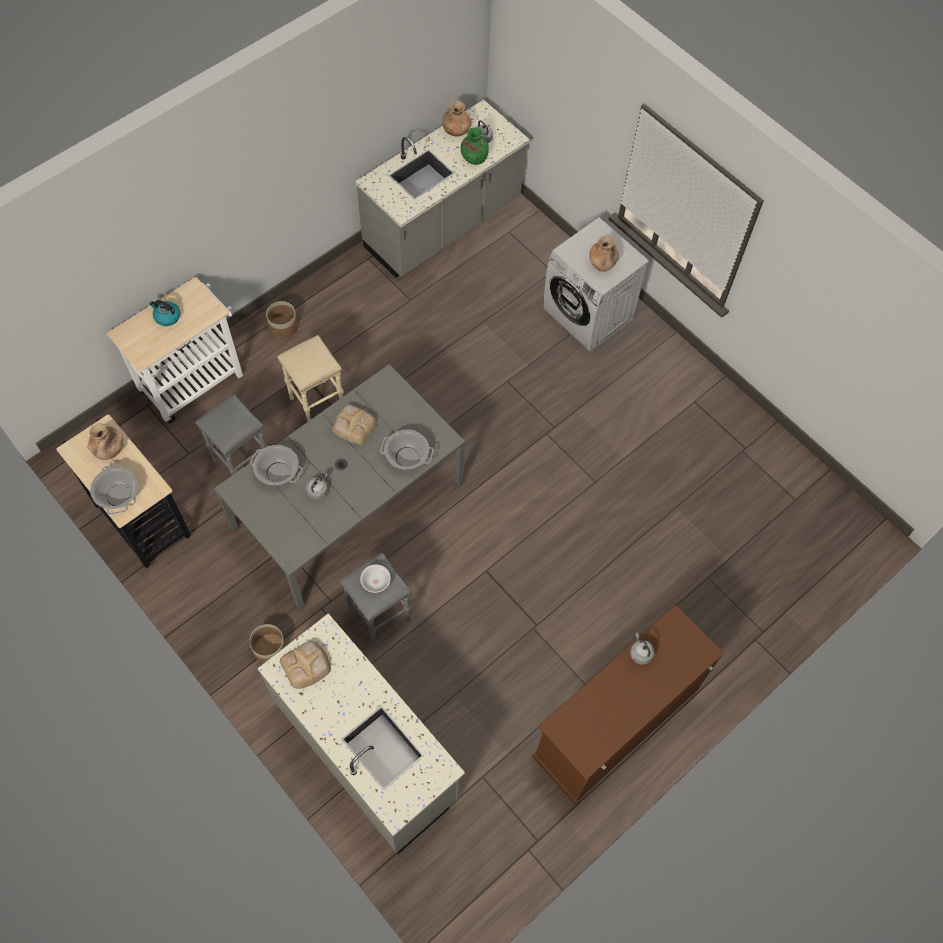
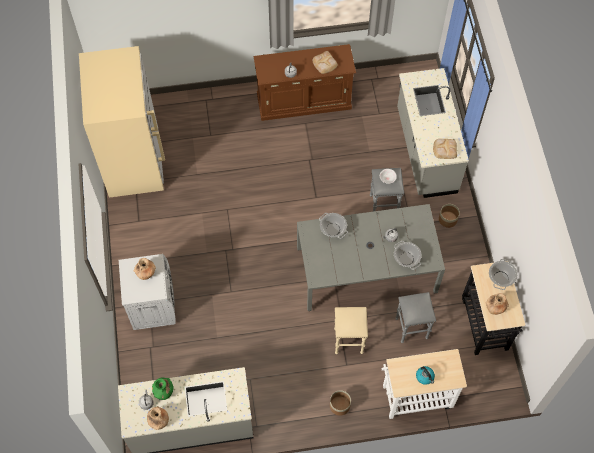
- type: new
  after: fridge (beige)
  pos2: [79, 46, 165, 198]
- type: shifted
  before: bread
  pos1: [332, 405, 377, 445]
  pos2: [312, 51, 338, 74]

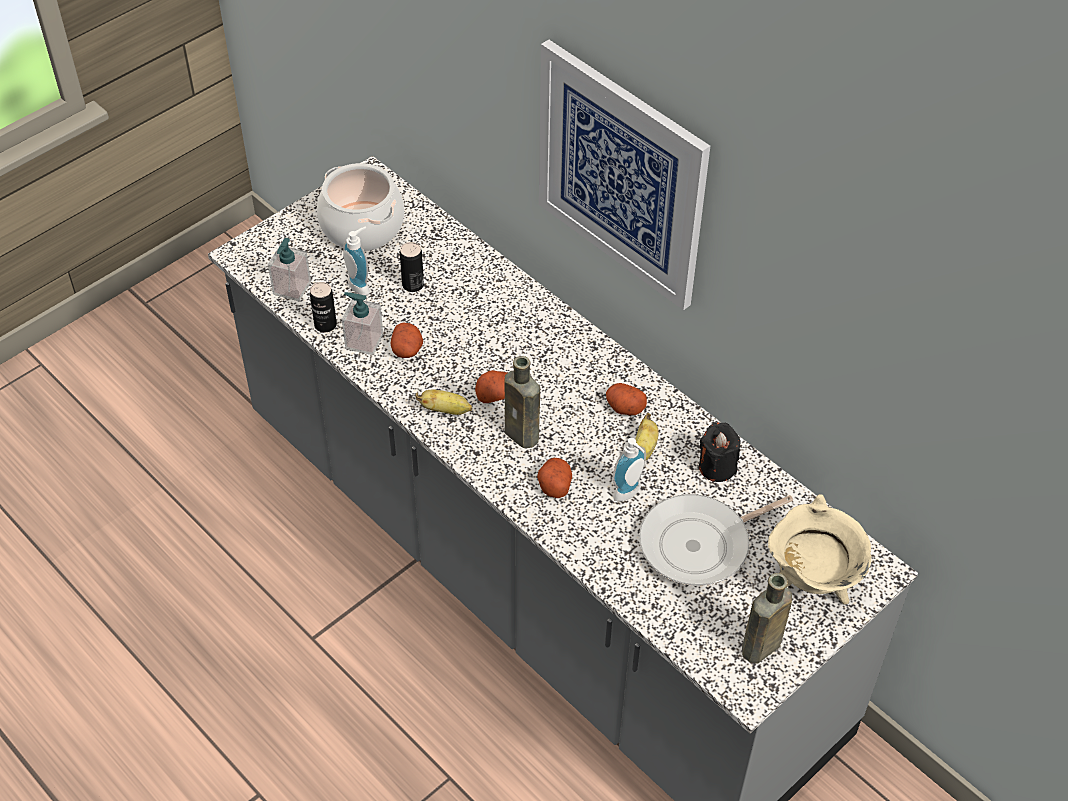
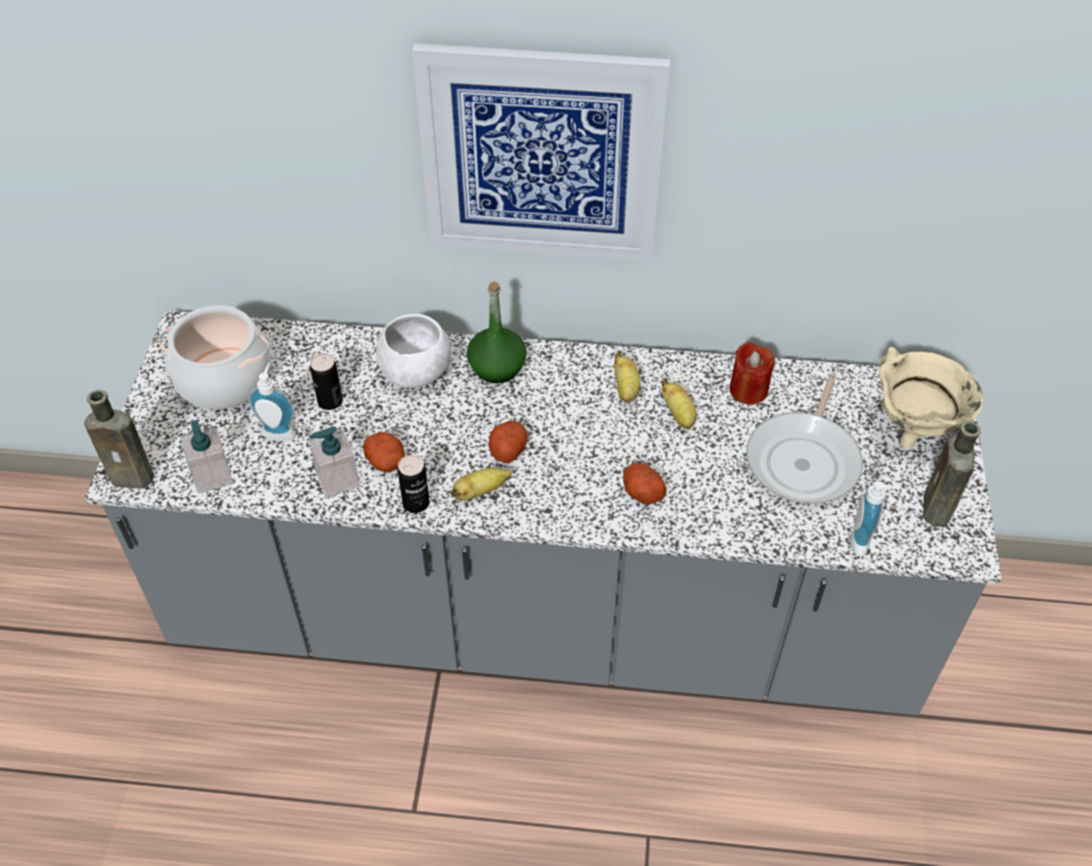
- type: shifted
  before: bottle (brown)
  pos1: [505, 356, 540, 448]
  pos2: [84, 390, 154, 489]
- type: new
  after: bowl (white)
  pos2: [376, 314, 451, 388]
- type: shifted
  before: can
  pos1: [310, 282, 337, 333]
  pos2: [398, 455, 429, 513]
- type: new
  after: bottle (green)
  pos2: [467, 281, 527, 383]
- type: swapped
  before: potato
  after: banana
  pos1: [606, 383, 647, 415]
  pos2: [614, 350, 640, 403]
- type: repainted
  before: candle (black)
  after: candle (red)
  pos1: [699, 422, 740, 482]
  pos2: [730, 342, 775, 404]
- type: shifted
  before: soap dispenser
  pos1: [613, 438, 646, 502]
  pos2: [850, 481, 900, 557]

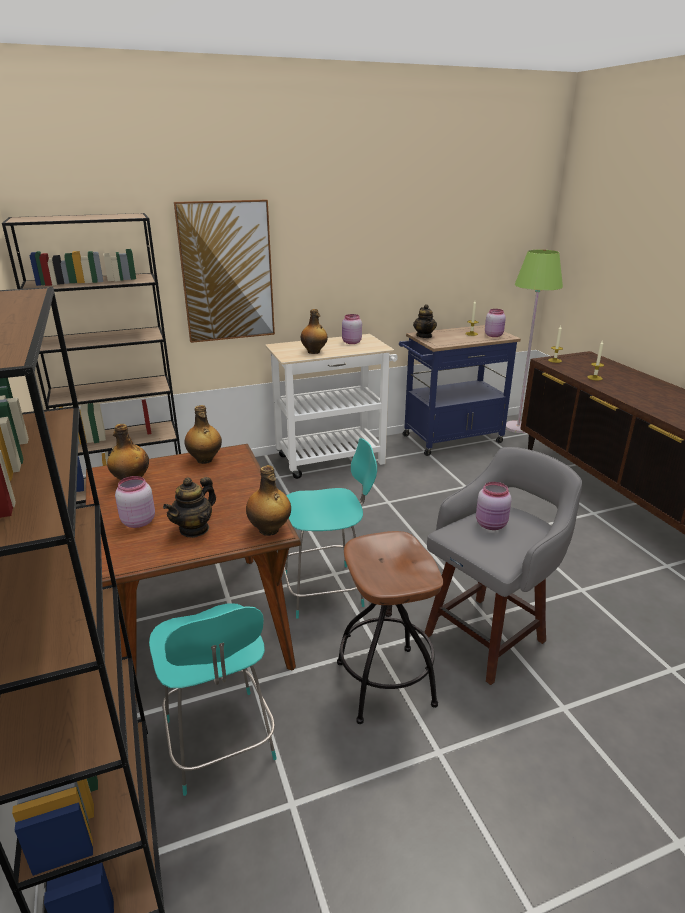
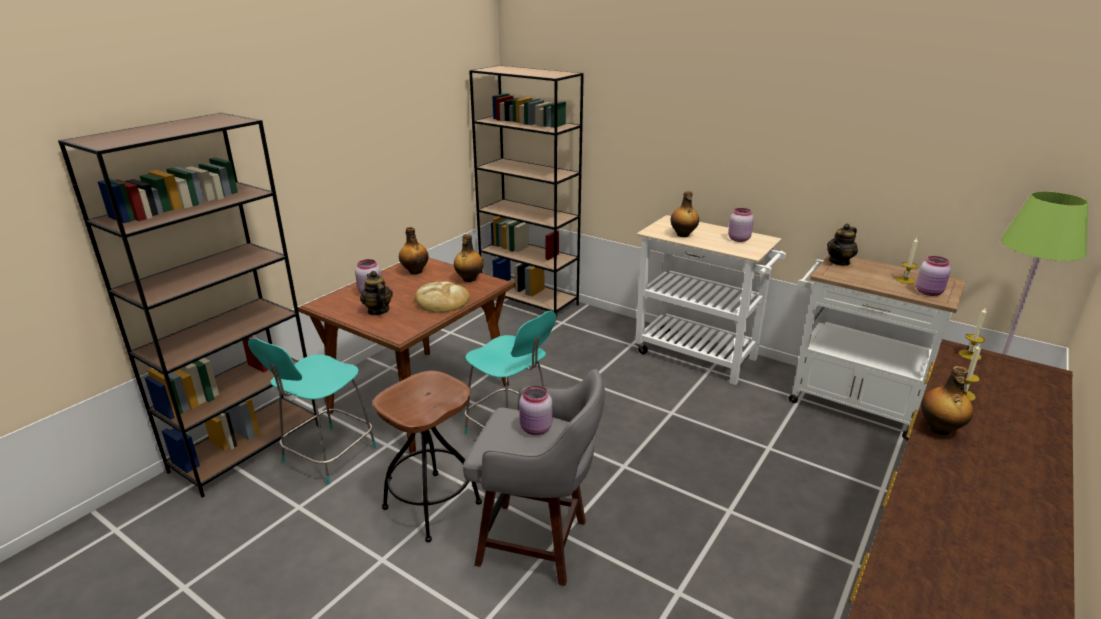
- type: rotated
  before: teapot
  pos1: [163, 477, 216, 538]
  pos2: [360, 271, 393, 316]
  turn: 60
- type: new
  after: bread
  pos2: [415, 281, 470, 313]
- type: repainted
  before: cart (blue)
  after: cart (white)
  pos1: [399, 325, 521, 456]
  pos2: [788, 254, 966, 440]
- type: shifted
  before: bottle
  pos1: [246, 465, 291, 536]
  pos2: [921, 366, 973, 435]
- type: gone
  before: picture
  pos1: [174, 200, 275, 343]

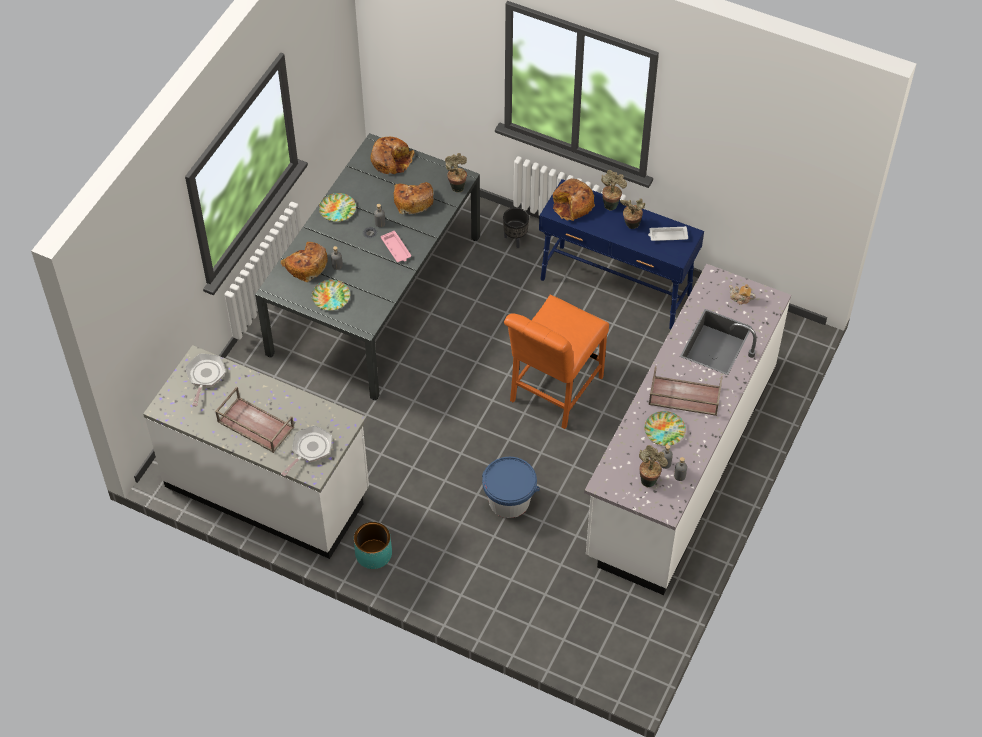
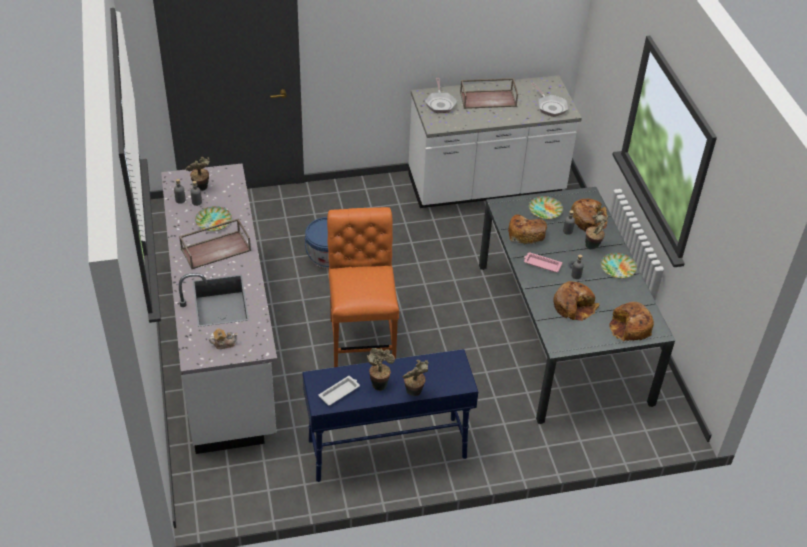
- type: shifted
  before: bread
  pos1: [553, 179, 595, 221]
  pos2: [508, 214, 547, 244]
- type: shifted
  before: potted plant
  pos1: [445, 153, 467, 192]
  pos2: [585, 211, 609, 249]
- type: gone
  before: planter (turquoise)
  pos1: [354, 522, 392, 569]
- type: gone
  before: planter (black)
  pos1: [503, 208, 529, 248]

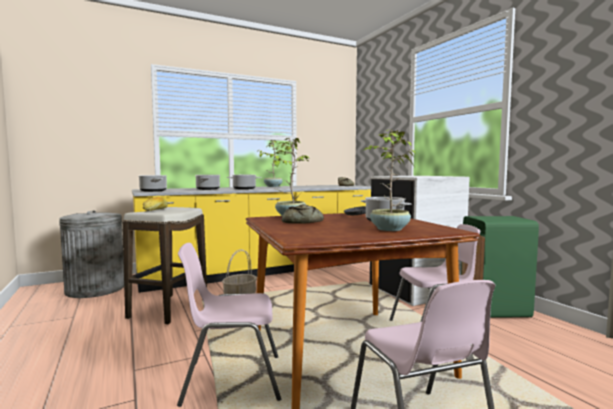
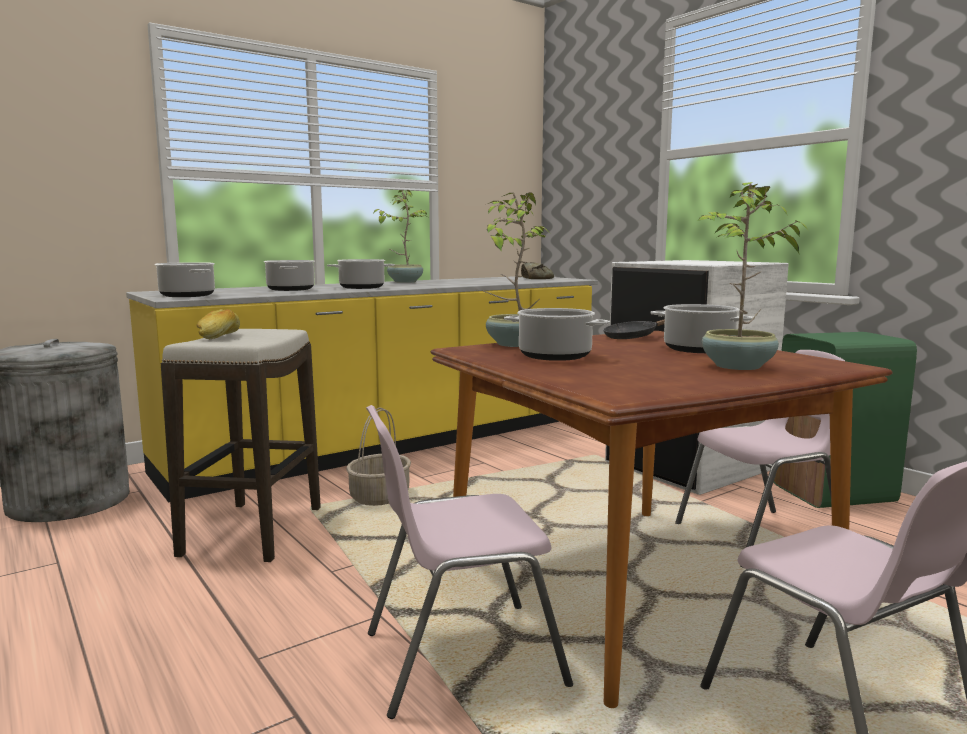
- type: swapped
  before: bread
  after: cooking pot
  pos1: [282, 204, 324, 224]
  pos2: [504, 308, 610, 361]

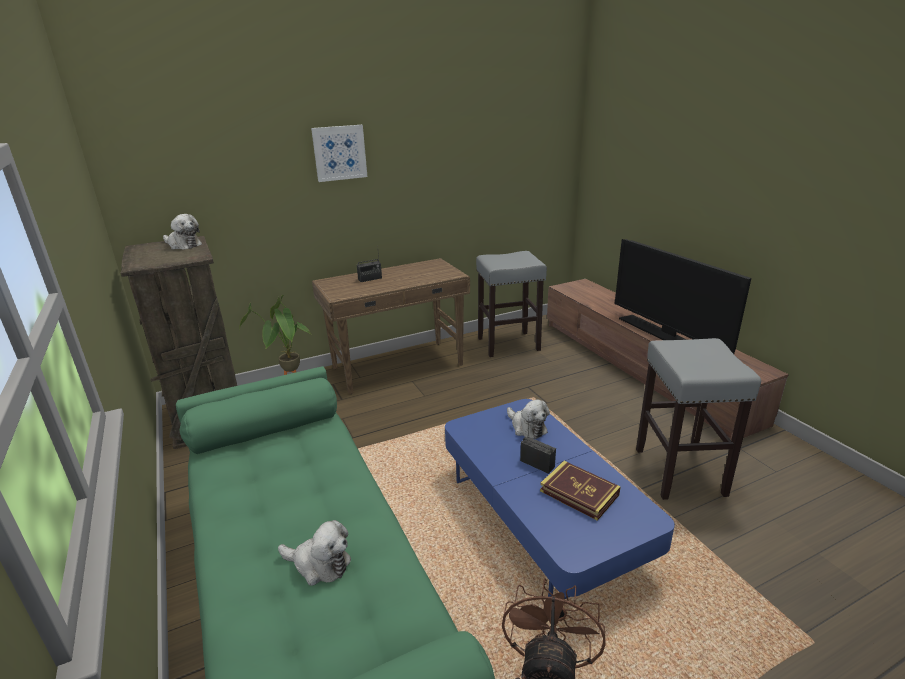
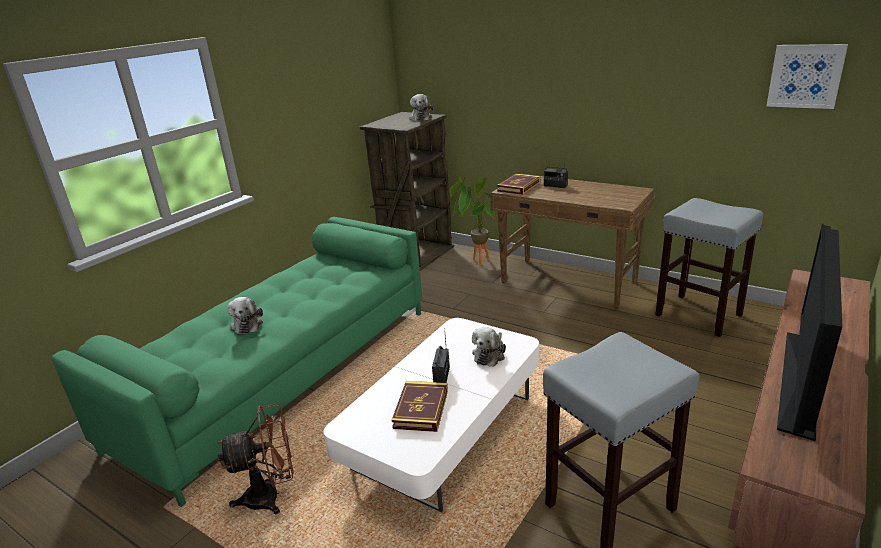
- type: repainted
  before: coffee table (blue)
  after: coffee table (white)
  pos1: [445, 399, 675, 599]
  pos2: [324, 318, 539, 512]
- type: new
  after: book
  pos2: [497, 174, 540, 195]
- type: shifted
  before: picture
  pos1: [311, 125, 367, 182]
  pos2: [766, 44, 848, 109]

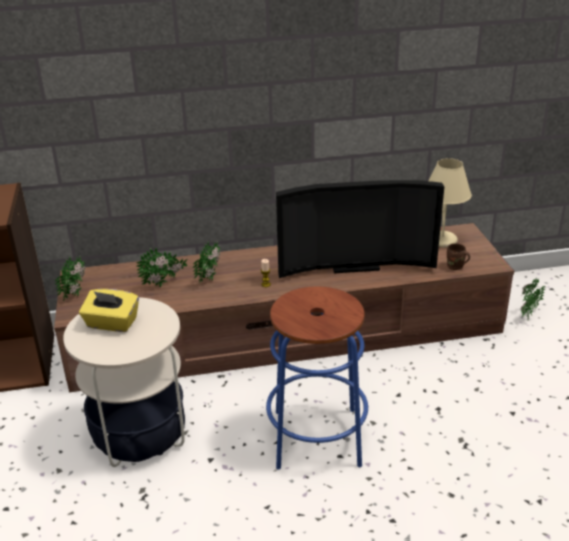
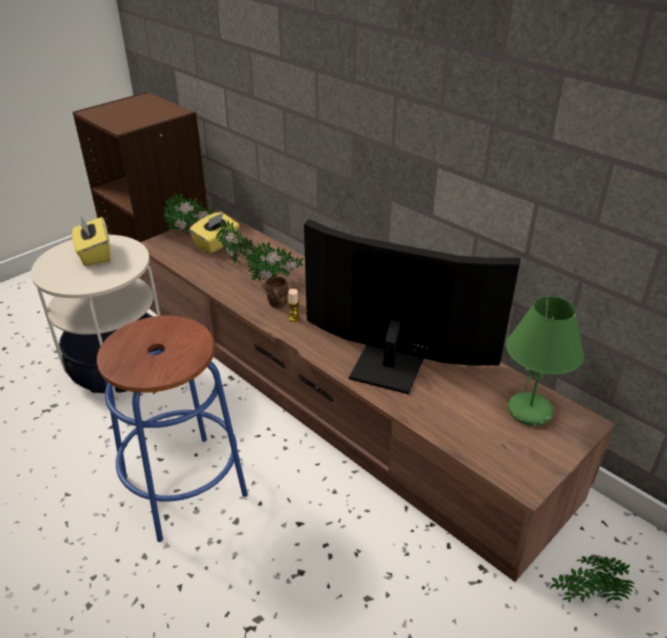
- type: new
  after: tissue box (yellow)
  pos2: [189, 212, 239, 254]
- type: shifted
  before: mug (brown)
  pos1: [447, 243, 470, 270]
  pos2: [265, 276, 288, 308]
- type: rotated
  before: television
  pos1: [276, 180, 444, 278]
  pos2: [304, 219, 521, 394]
  turn: 150
- type: repainted
  before: table lamp (beige)
  after: table lamp (green)
  pos1: [429, 158, 472, 248]
  pos2: [506, 296, 584, 426]

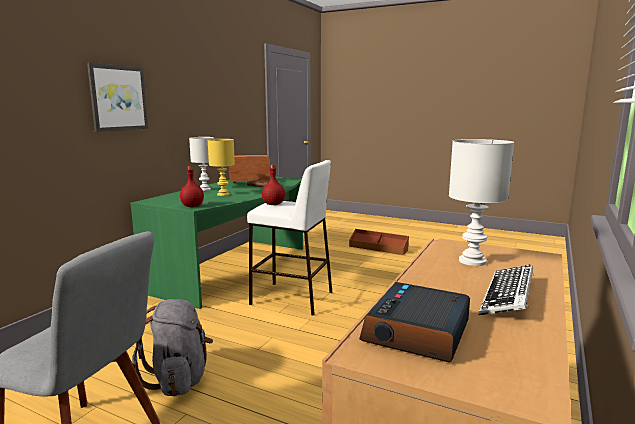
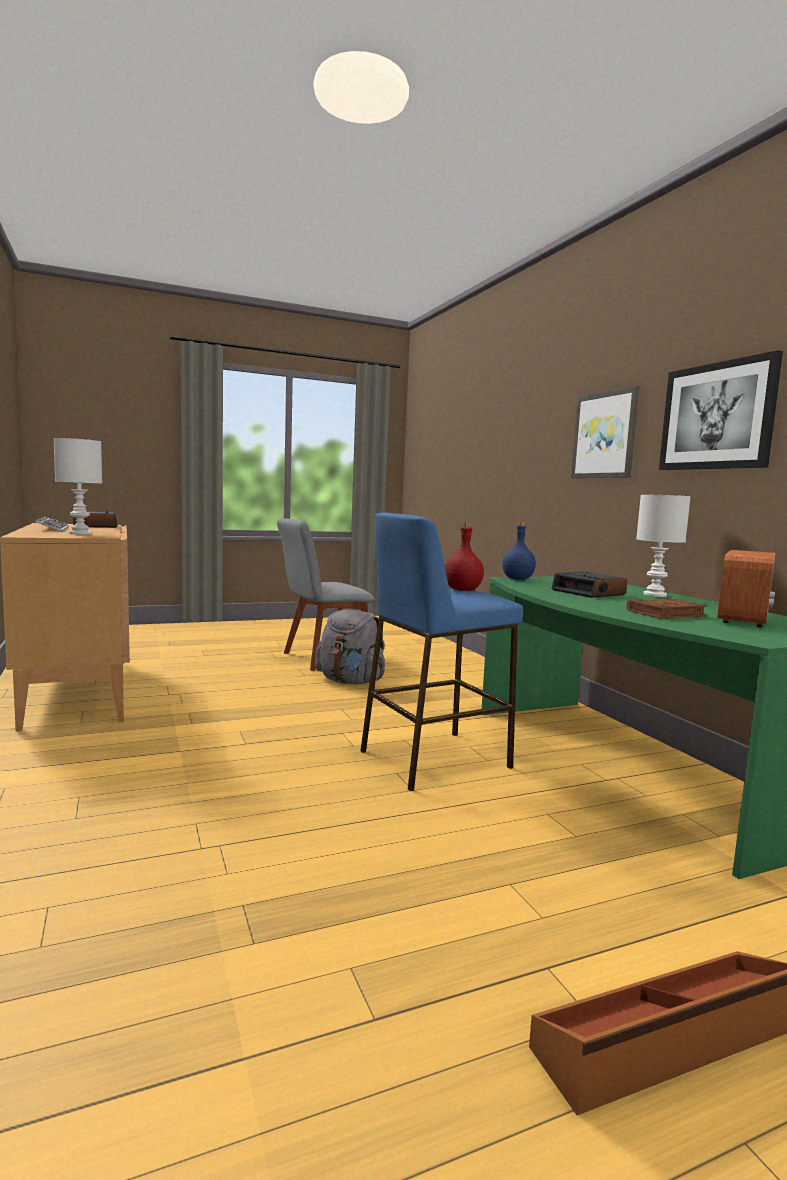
- type: repainted
  before: stool (white)
  after: stool (blue)
  pos1: [247, 160, 332, 316]
  pos2: [361, 513, 523, 791]
- type: repainted
  before: bottle (red)
  after: bottle (blue)
  pos1: [180, 166, 204, 207]
  pos2: [502, 521, 536, 580]
- type: swapped
  before: table lamp (yellow)
  after: alarm clock
  pos1: [208, 139, 235, 196]
  pos2: [552, 572, 627, 598]
- type: new
  after: picture
  pos2: [659, 350, 783, 470]

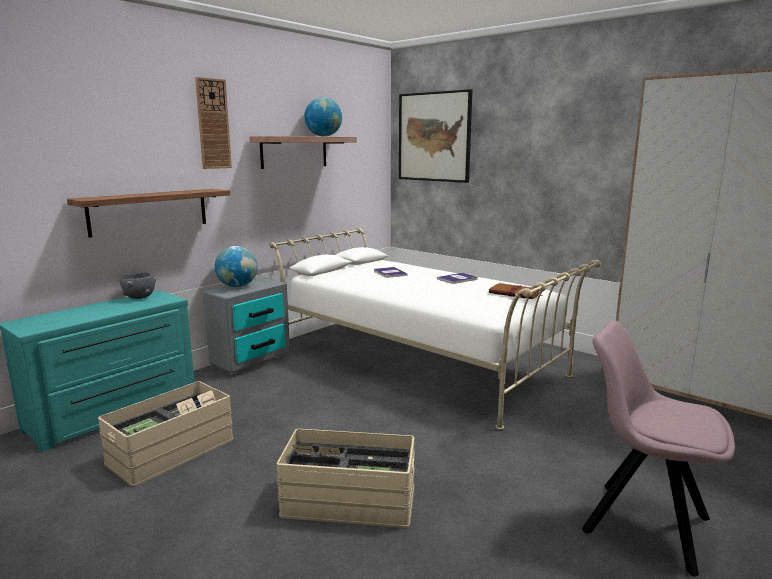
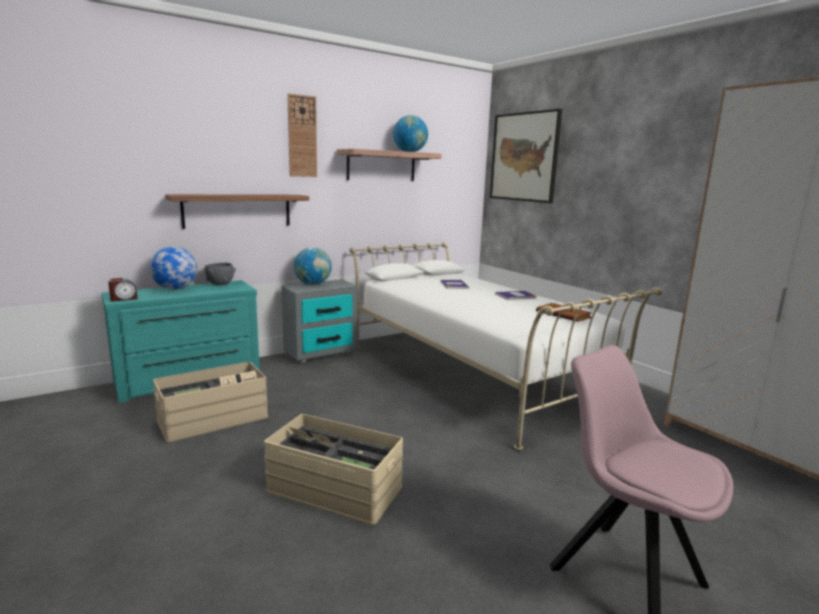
- type: new
  after: alarm clock
  pos2: [108, 278, 138, 301]
- type: new
  after: globe
  pos2: [150, 246, 197, 290]

